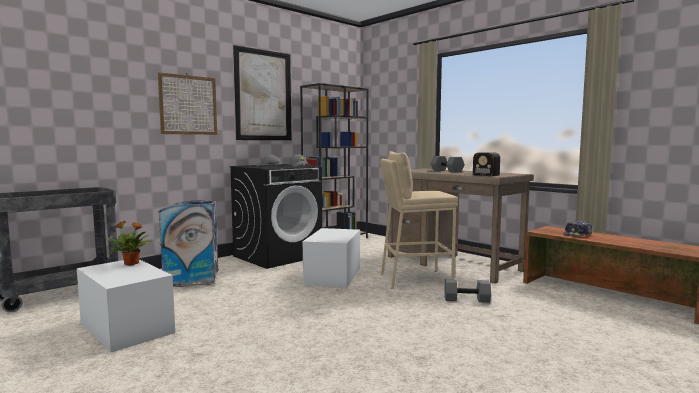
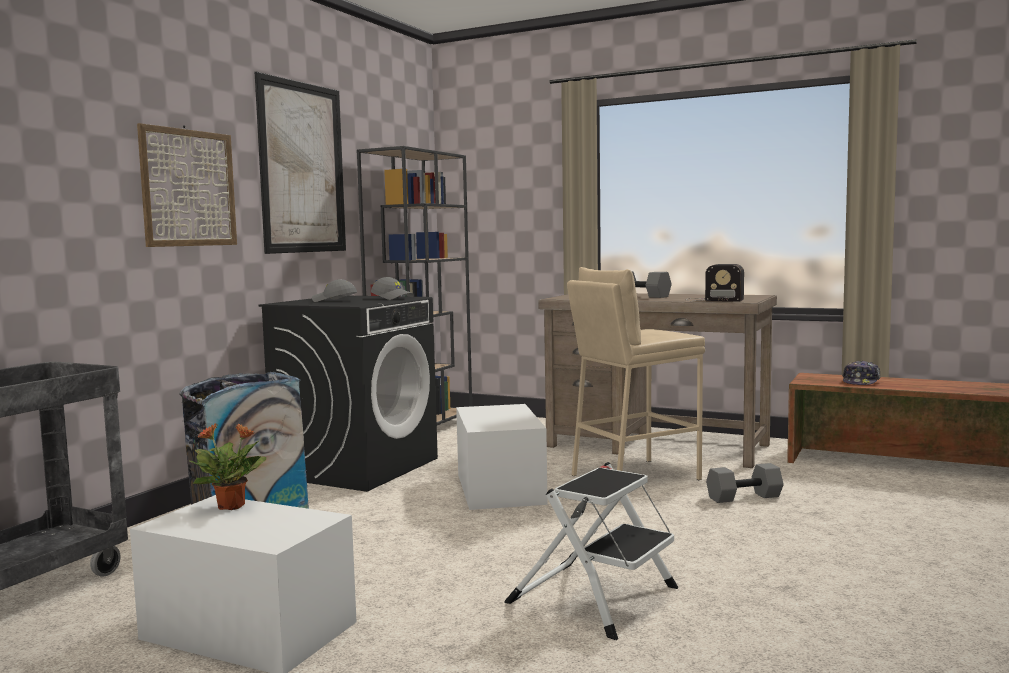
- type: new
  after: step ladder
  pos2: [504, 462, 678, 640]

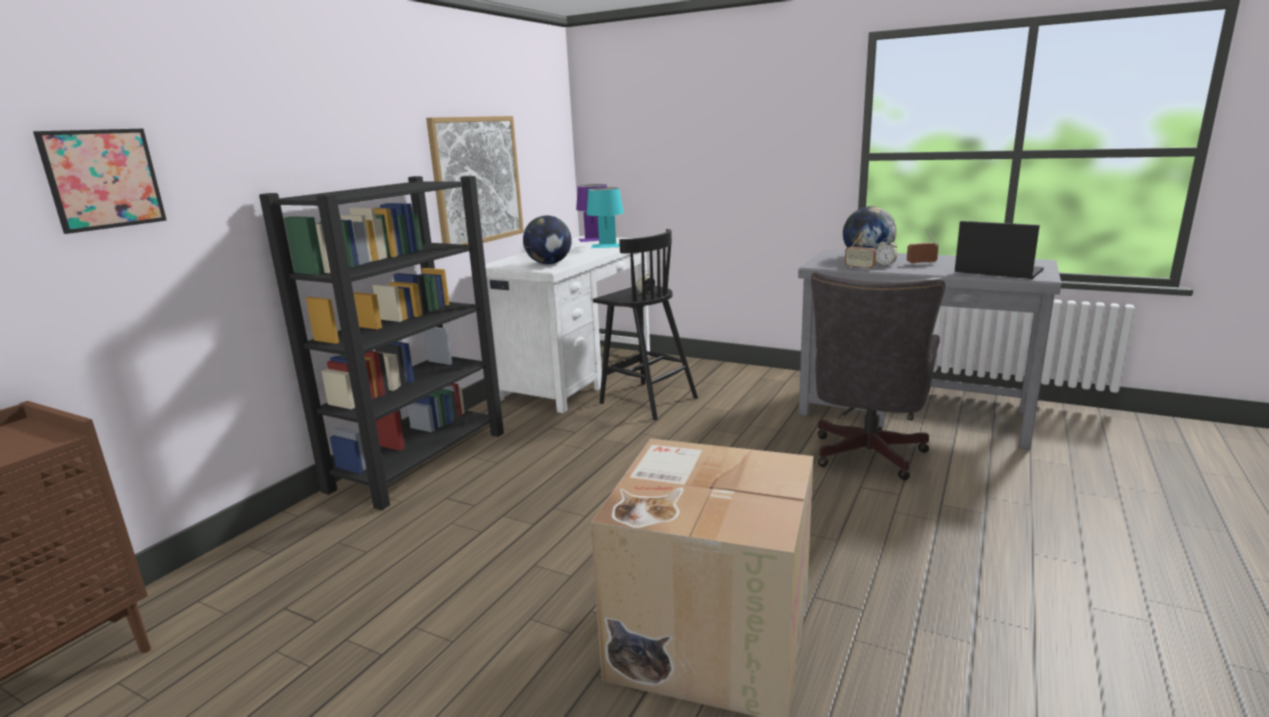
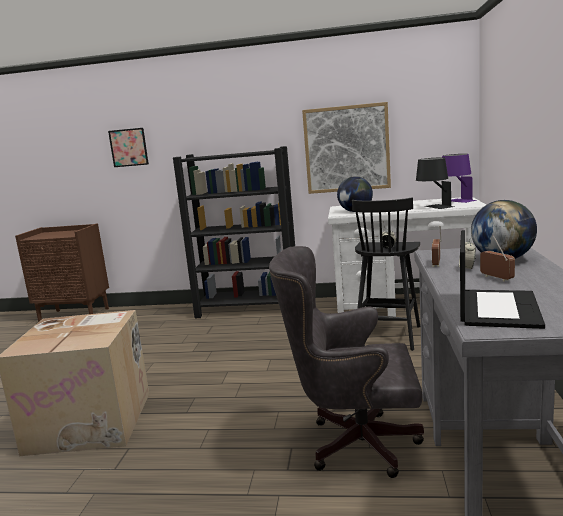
- type: repainted
  before: table lamp (turquoise)
  after: table lamp (black)
  pos1: [587, 187, 624, 248]
  pos2: [416, 157, 454, 209]

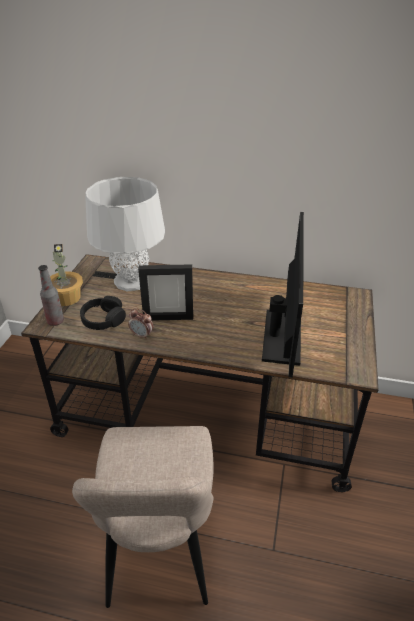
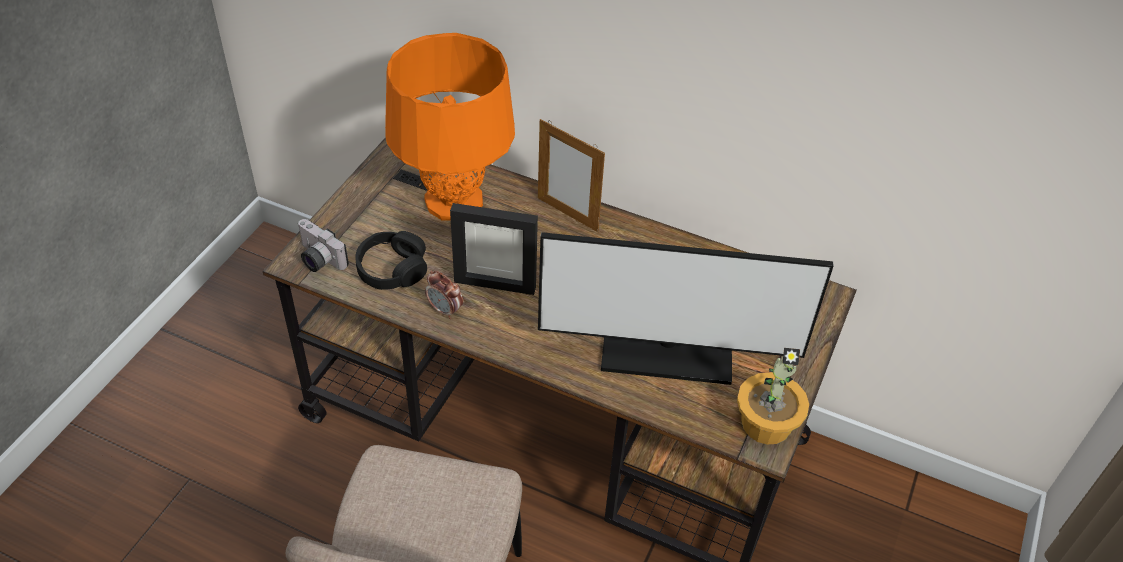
- type: swapped
  before: bottle
  after: photo camera
  pos1: [38, 265, 64, 326]
  pos2: [298, 219, 349, 272]
- type: repainted
  before: table lamp (grey)
  after: table lamp (orange)
  pos1: [85, 177, 165, 292]
  pos2: [385, 33, 515, 221]
- type: new
  after: picture frame
  pos2: [538, 119, 605, 232]
- type: rotated
  before: monitor
  pos1: [262, 212, 304, 378]
  pos2: [538, 232, 834, 385]
  turn: 75
- type: shifted
  before: potted plant
  pos1: [50, 244, 83, 306]
  pos2: [737, 348, 809, 444]

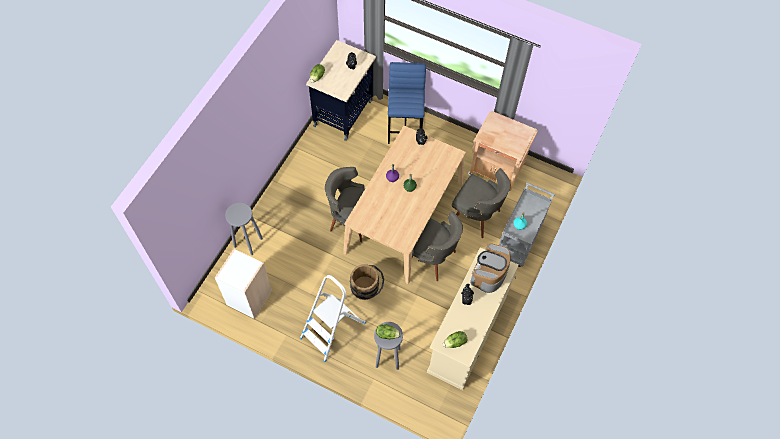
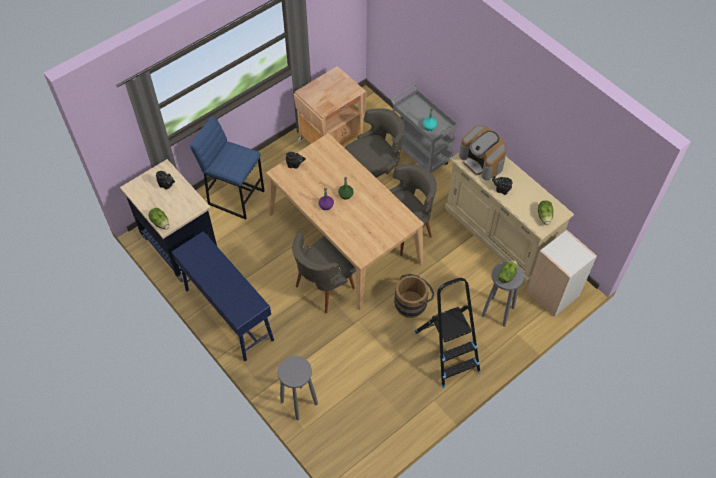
- type: new
  after: console table (blue)
  pos2: [172, 231, 274, 361]
- type: repainted
  before: step ladder (white)
  after: step ladder (black)
  pos1: [300, 275, 366, 362]
  pos2: [414, 278, 481, 388]
- type: shifted
  before: bookcase
  pos1: [215, 249, 272, 319]
  pos2: [527, 230, 597, 317]

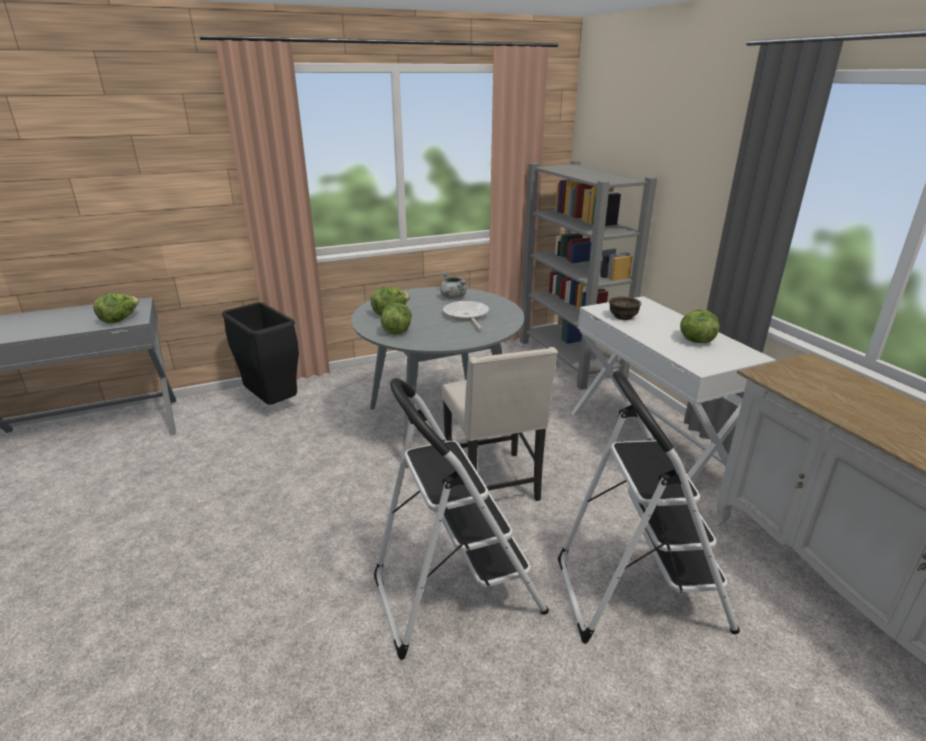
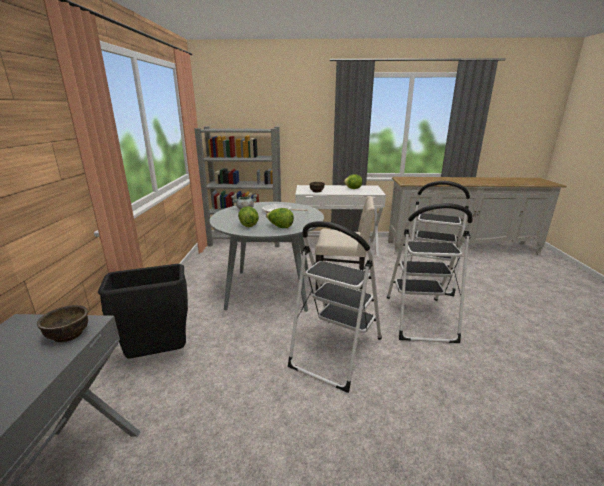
- type: swapped
  before: lettuce
  after: bowl (brown)
  pos1: [93, 293, 139, 323]
  pos2: [37, 305, 88, 342]
- type: new
  after: step ladder
  pos2: [288, 221, 382, 393]

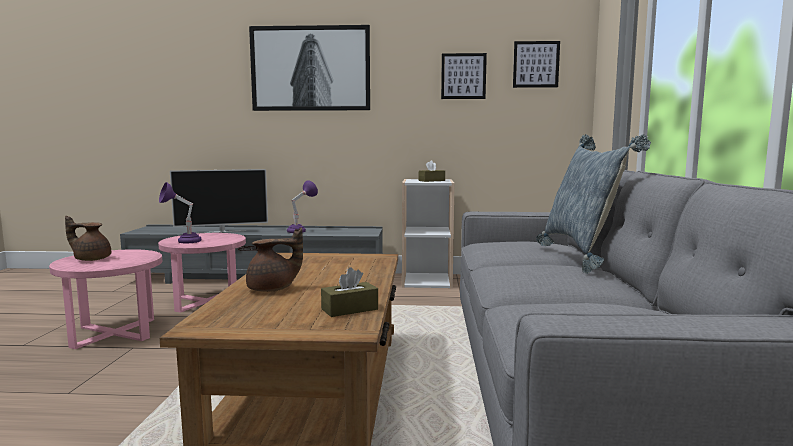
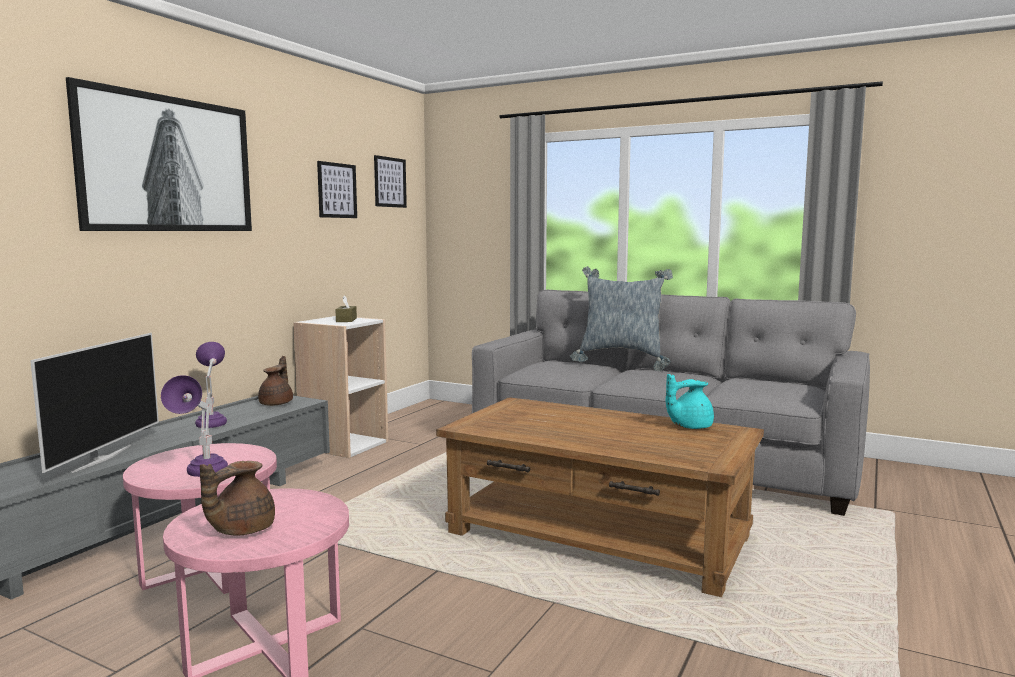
- type: shifted
  before: teapot (brown)
  pos1: [246, 227, 303, 292]
  pos2: [258, 356, 293, 406]
- type: swapped
  before: tissue box (brown)
  after: teapot (turquoise)
  pos1: [321, 267, 378, 317]
  pos2: [666, 374, 714, 429]

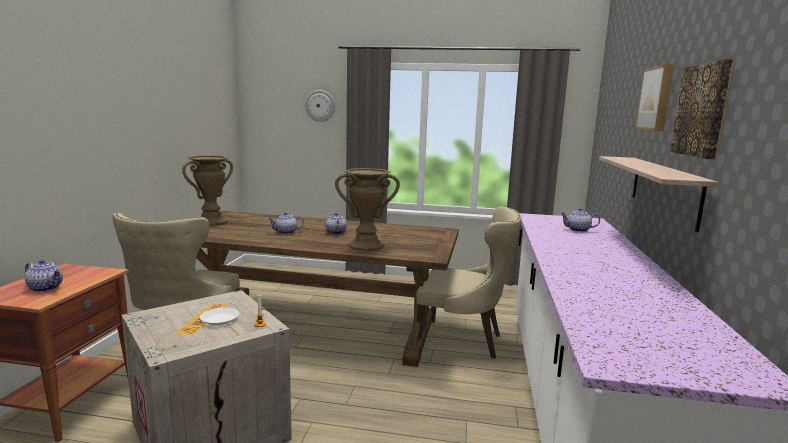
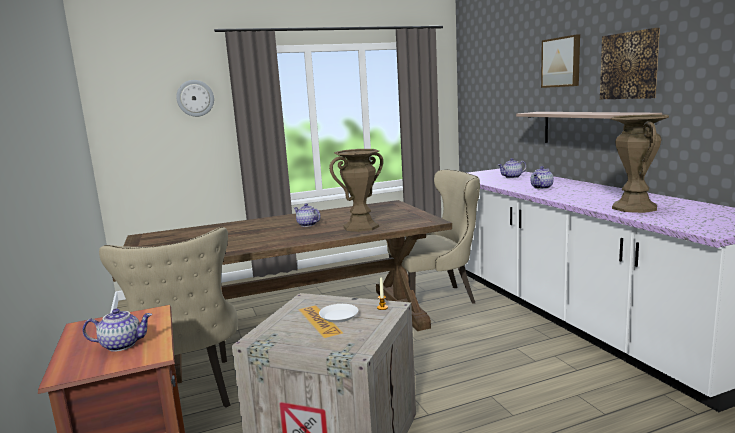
- type: shifted
  before: teapot
  pos1: [268, 212, 304, 234]
  pos2: [530, 166, 554, 189]
- type: shifted
  before: vase (brown)
  pos1: [182, 155, 233, 226]
  pos2: [611, 114, 669, 213]

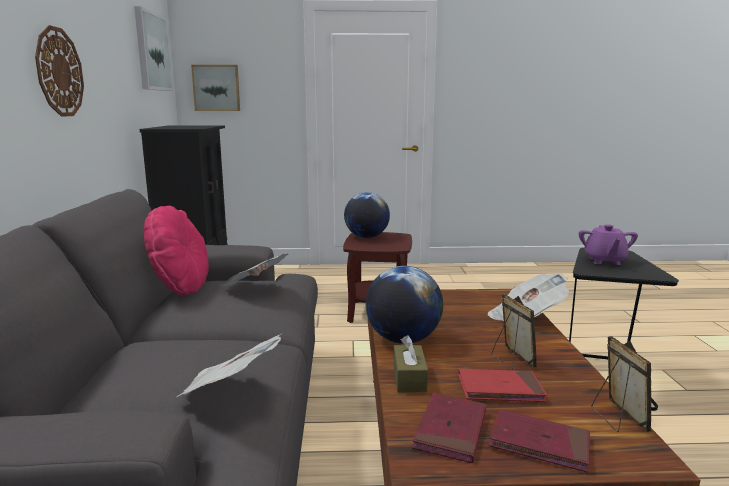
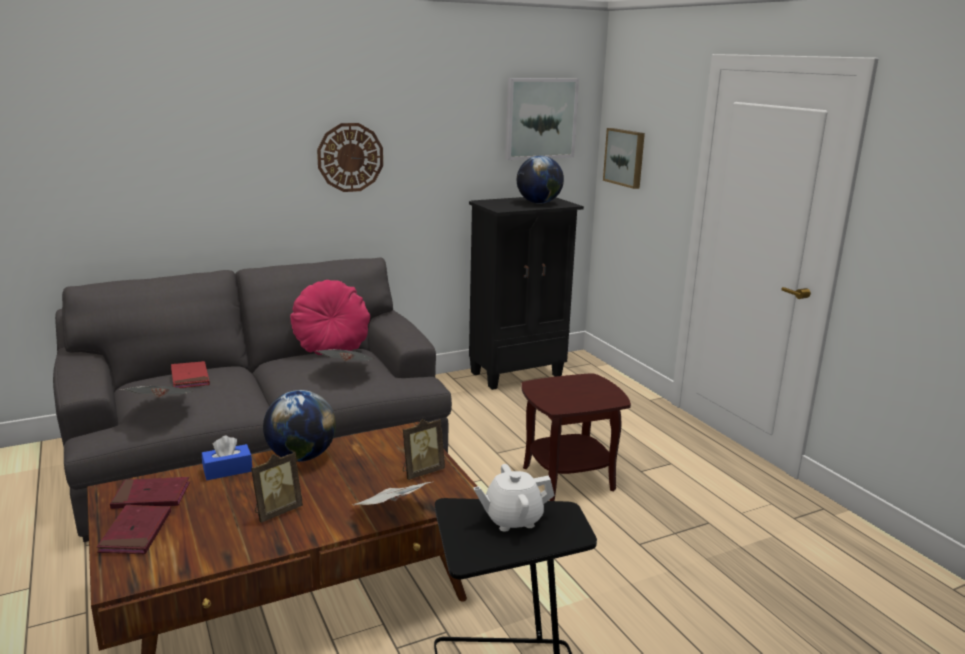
- type: shifted
  before: book (red)
  pos1: [458, 369, 547, 402]
  pos2: [171, 361, 210, 388]
- type: repainted
  before: tissue box (brown)
  after: tissue box (blue)
  pos1: [393, 335, 428, 393]
  pos2: [202, 436, 252, 480]
- type: shifted
  before: picture frame
  pos1: [591, 336, 651, 432]
  pos2: [403, 419, 445, 480]
- type: repainted
  before: teapot (purple)
  after: teapot (white)
  pos1: [579, 225, 638, 265]
  pos2: [473, 464, 555, 532]
- type: shifted
  before: globe
  pos1: [344, 192, 390, 238]
  pos2: [517, 156, 564, 204]

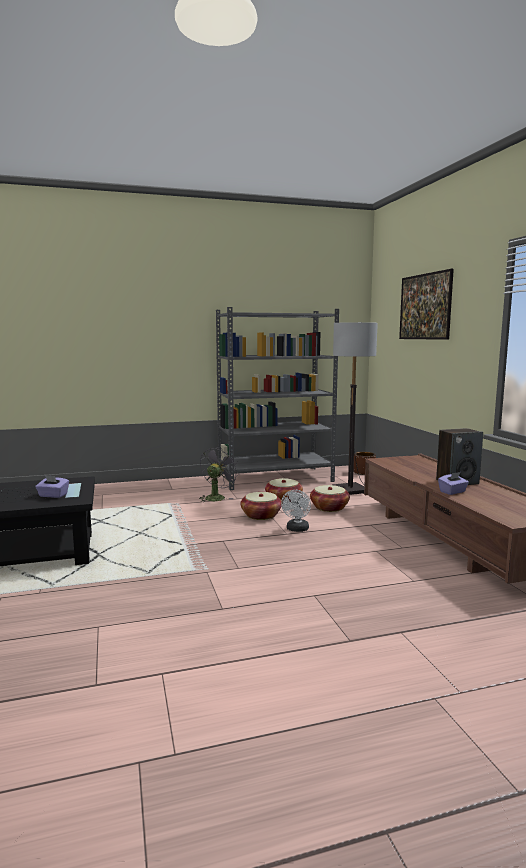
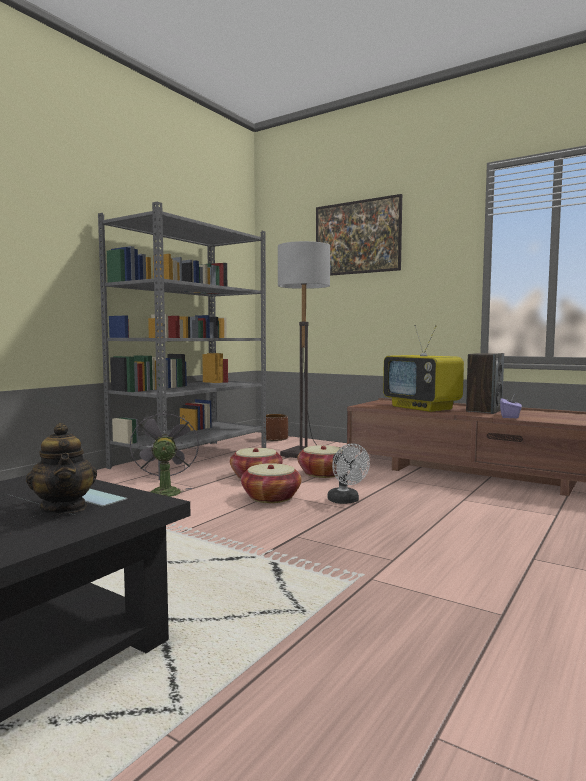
- type: swapped
  before: tissue box (purple)
  after: teapot
  pos1: [35, 475, 69, 498]
  pos2: [26, 423, 97, 514]
- type: new
  after: television
  pos2: [383, 325, 464, 412]

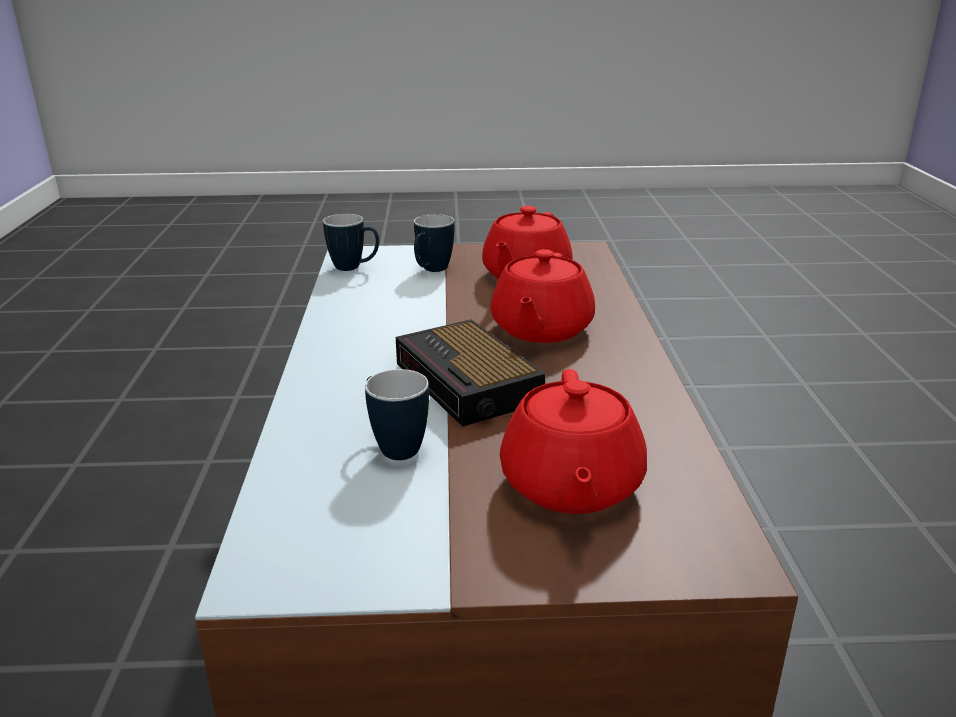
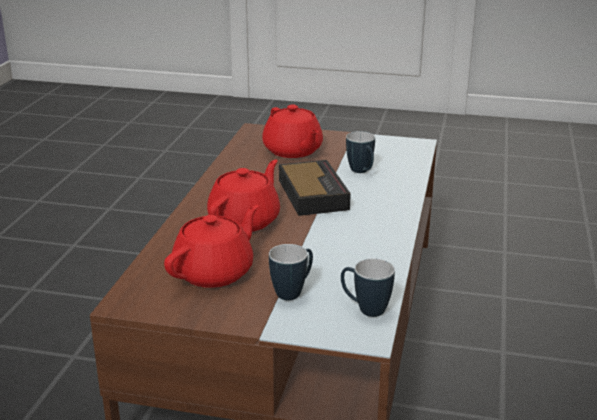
- type: rotated
  before: teapot (red)
  pos1: [500, 369, 647, 514]
  pos2: [262, 105, 323, 158]
  turn: 135

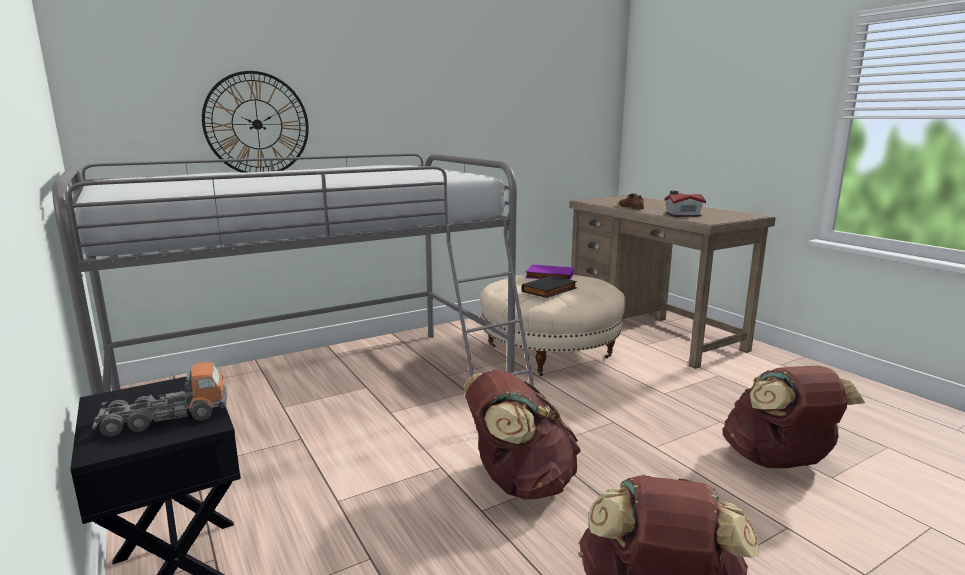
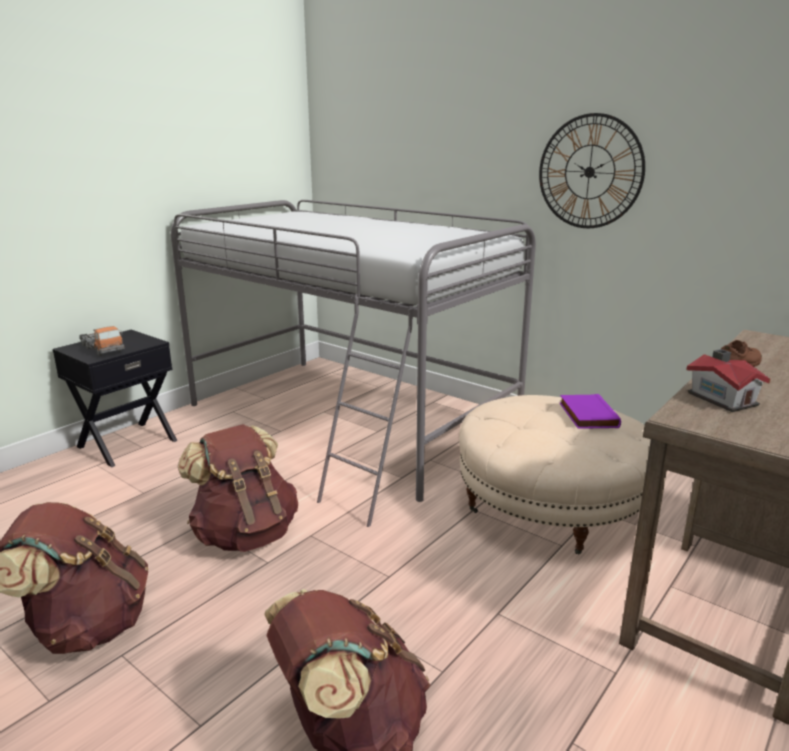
- type: shifted
  before: wall clock
  pos1: [202, 71, 309, 173]
  pos2: [539, 113, 645, 228]
- type: gone
  before: book (black)
  pos1: [522, 275, 577, 298]

